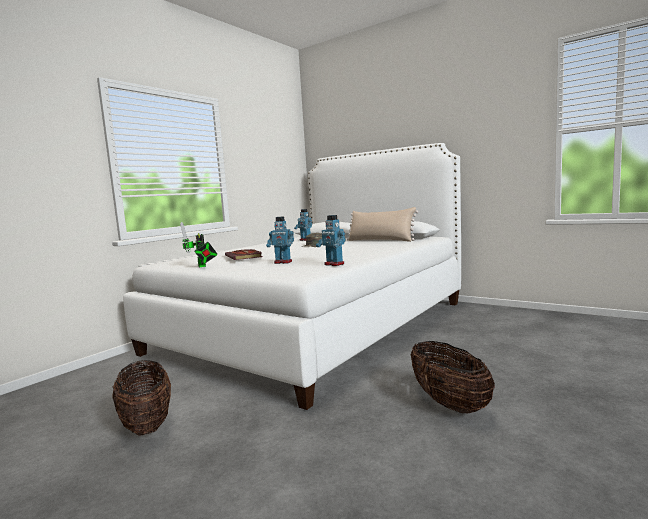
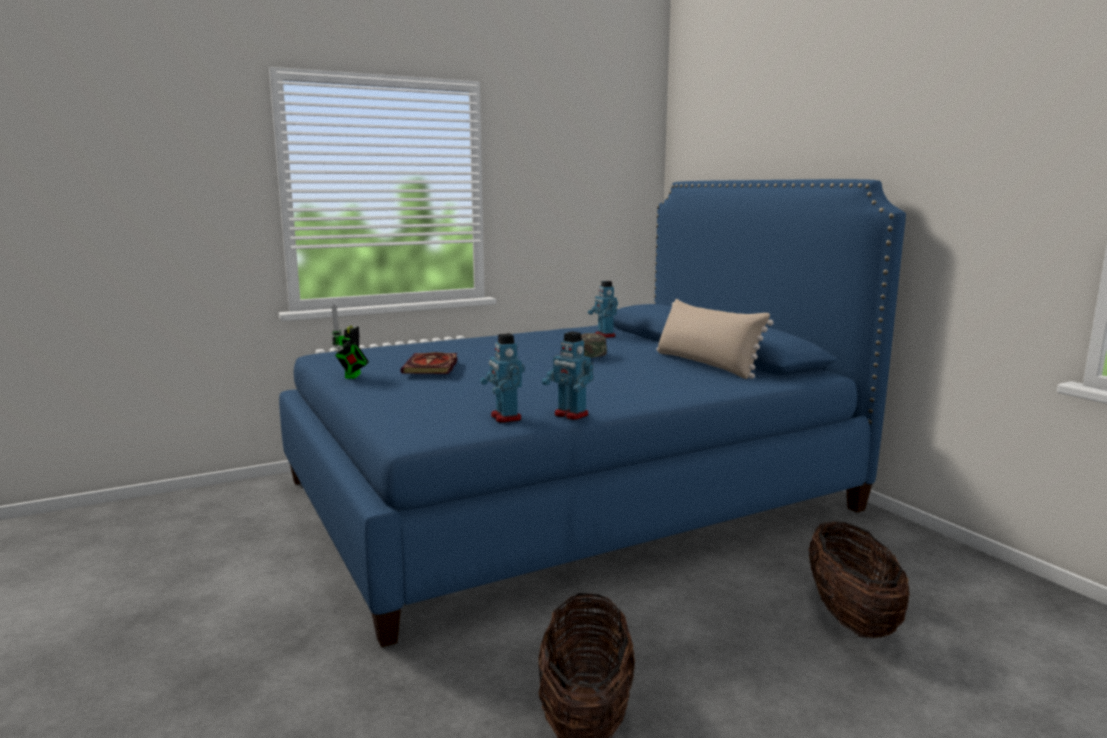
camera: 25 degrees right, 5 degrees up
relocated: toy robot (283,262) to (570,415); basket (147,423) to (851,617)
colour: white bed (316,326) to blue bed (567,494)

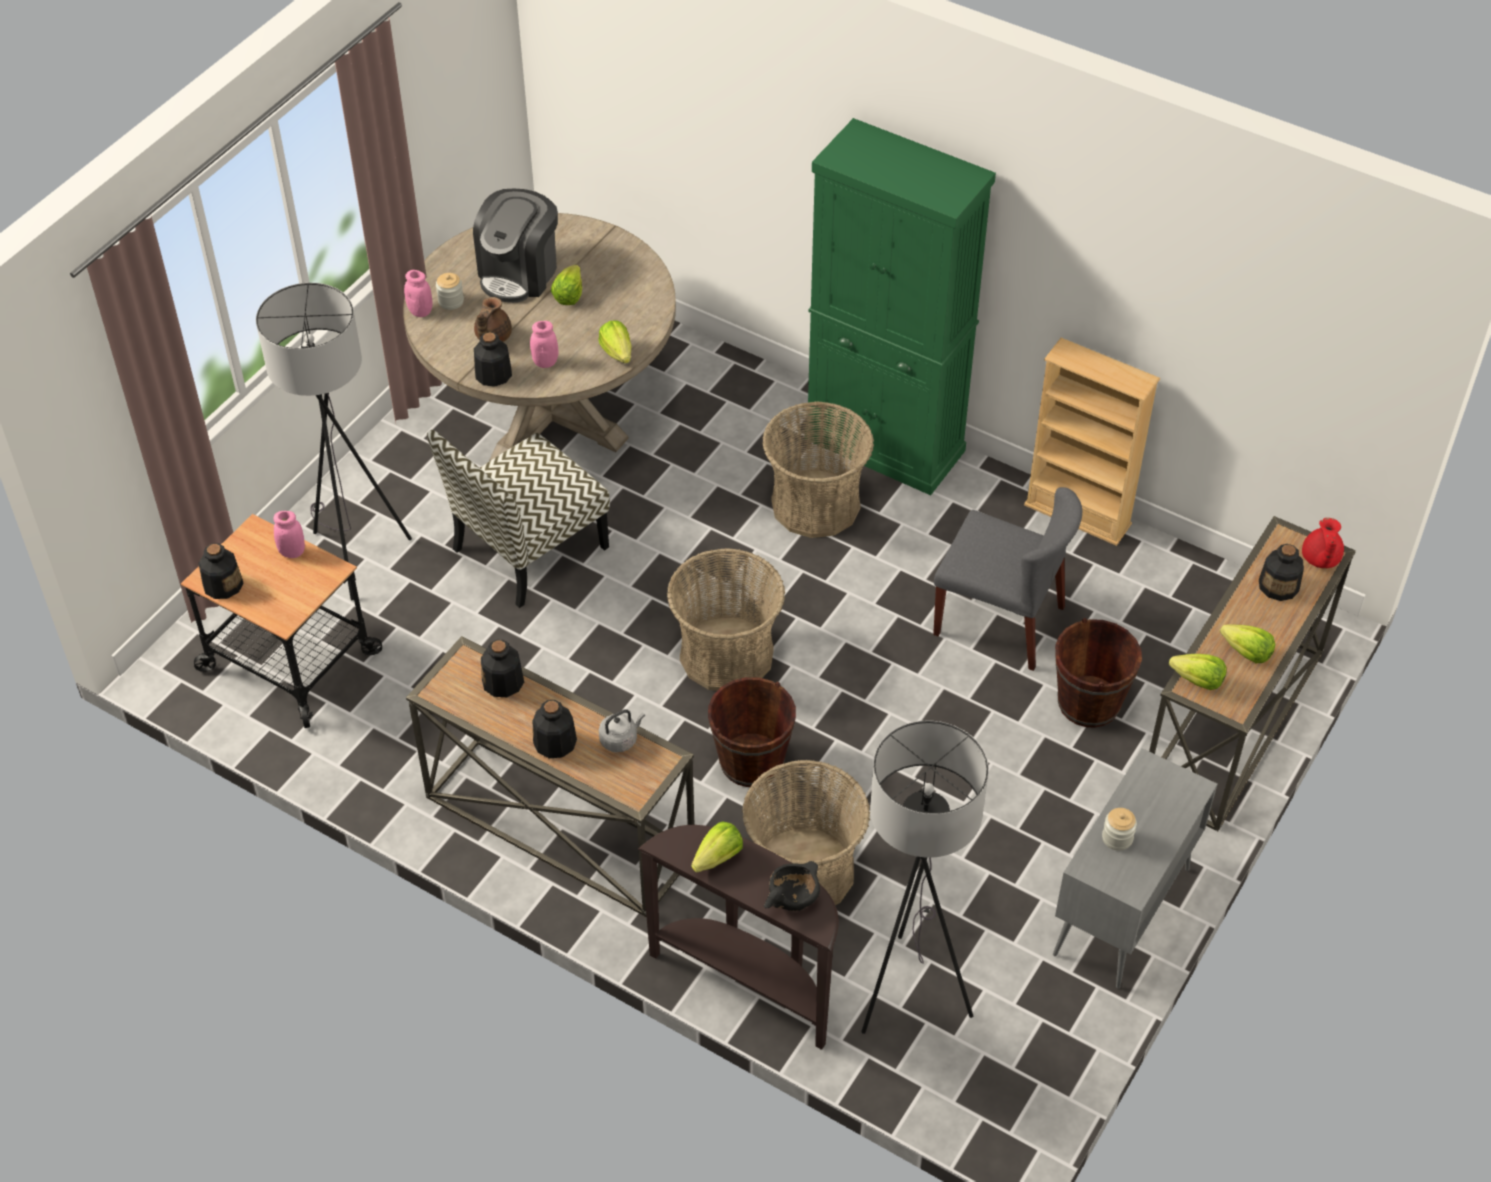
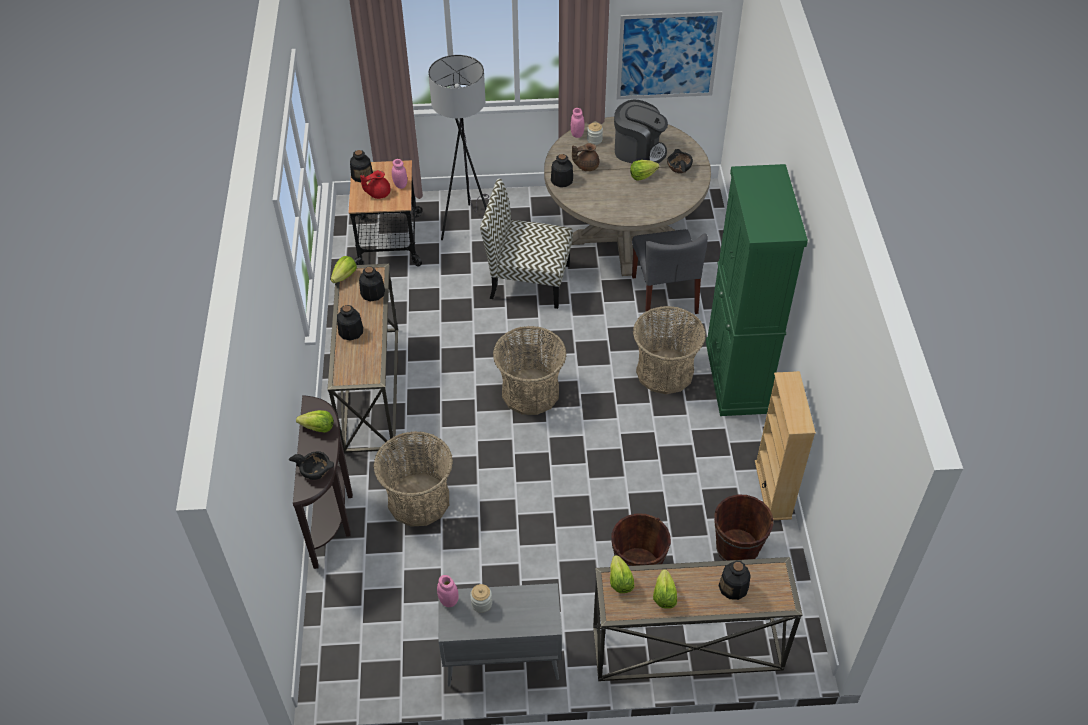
camera: 55 degrees right, 0 degrees up
missing: grey kettle (620,739); grey floor lamp (908,986)
appeared: picture (667,56); black bowl (679,167)
relocated: lettuce (617,352) to (345,276); red teapot (1320,559) to (378,193); pink jar (545,362) to (448,601); grey chair (1000,621) to (664,295); brown bucket (751,761) to (737,548)
spun: coffee machine (519,273) = (638,151) 150 degrees counterclockwise

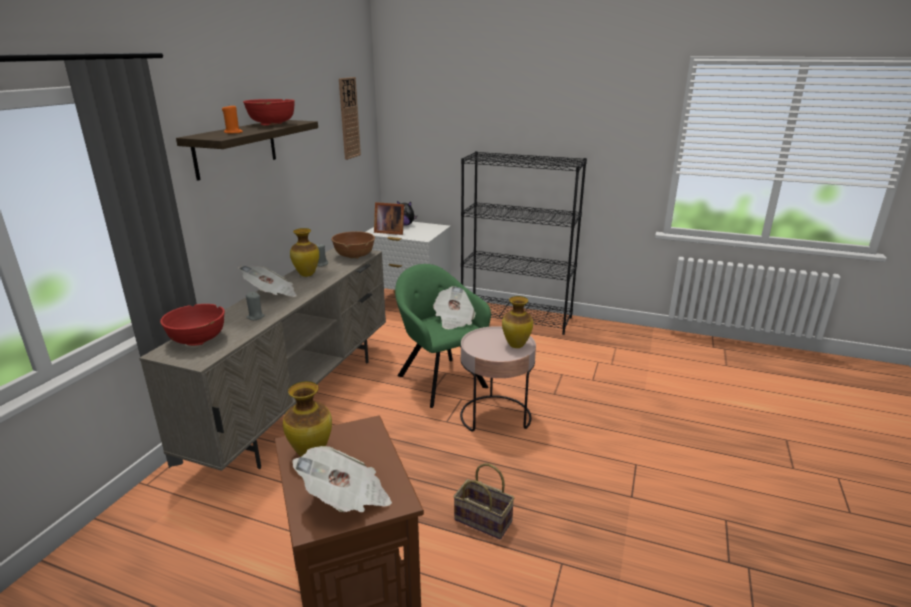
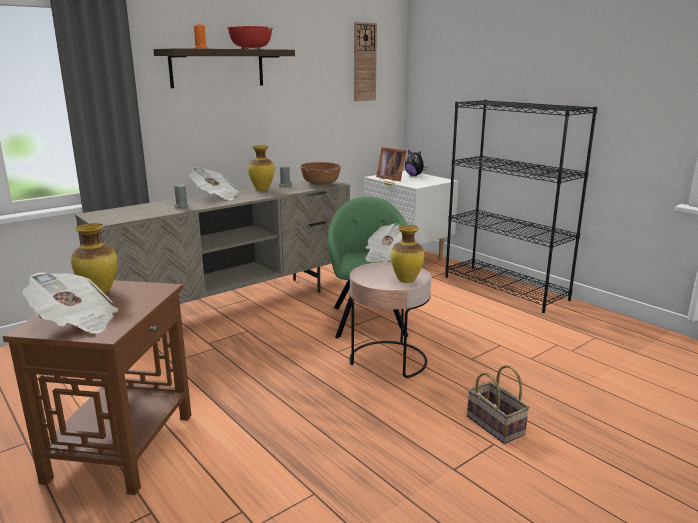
camera: 30 degrees right, 5 degrees down
missing: red bowl (197,339)
relocated: basket (485,520) to (497,426)

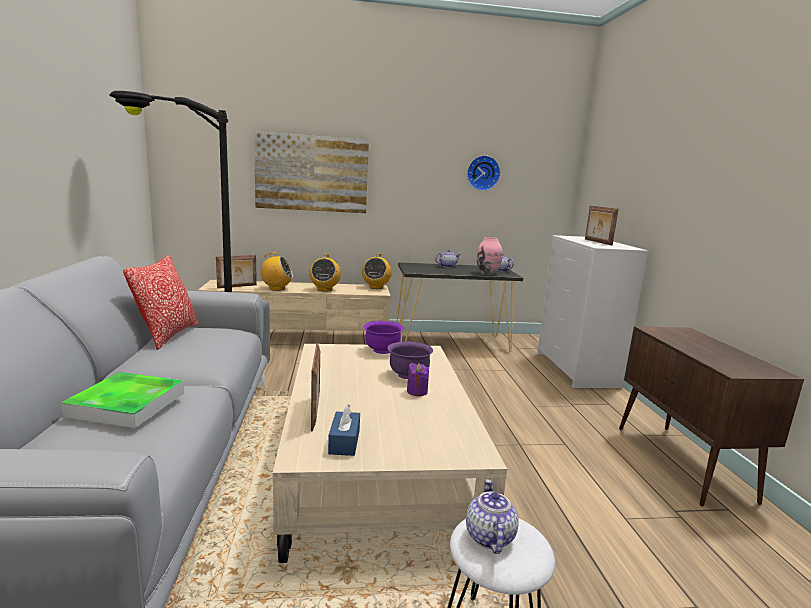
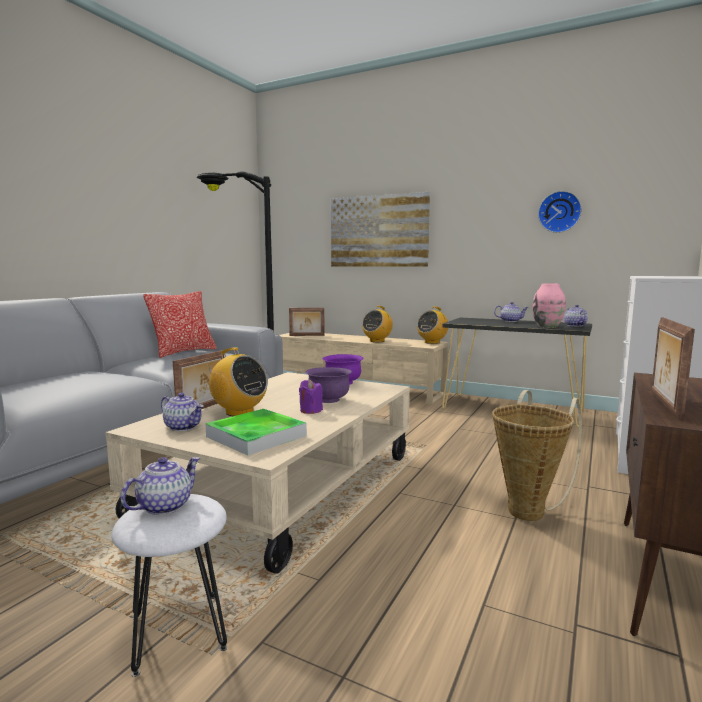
camera: 35 degrees right, 5 degrees down
appeared: basket (529,509)
relocated: radio (276,288) to (239,412); tray (127,404) to (256,436); picture frame (597,242) to (664,405)
exchanged: blue tissue box (344,442) to teapot (183,427)

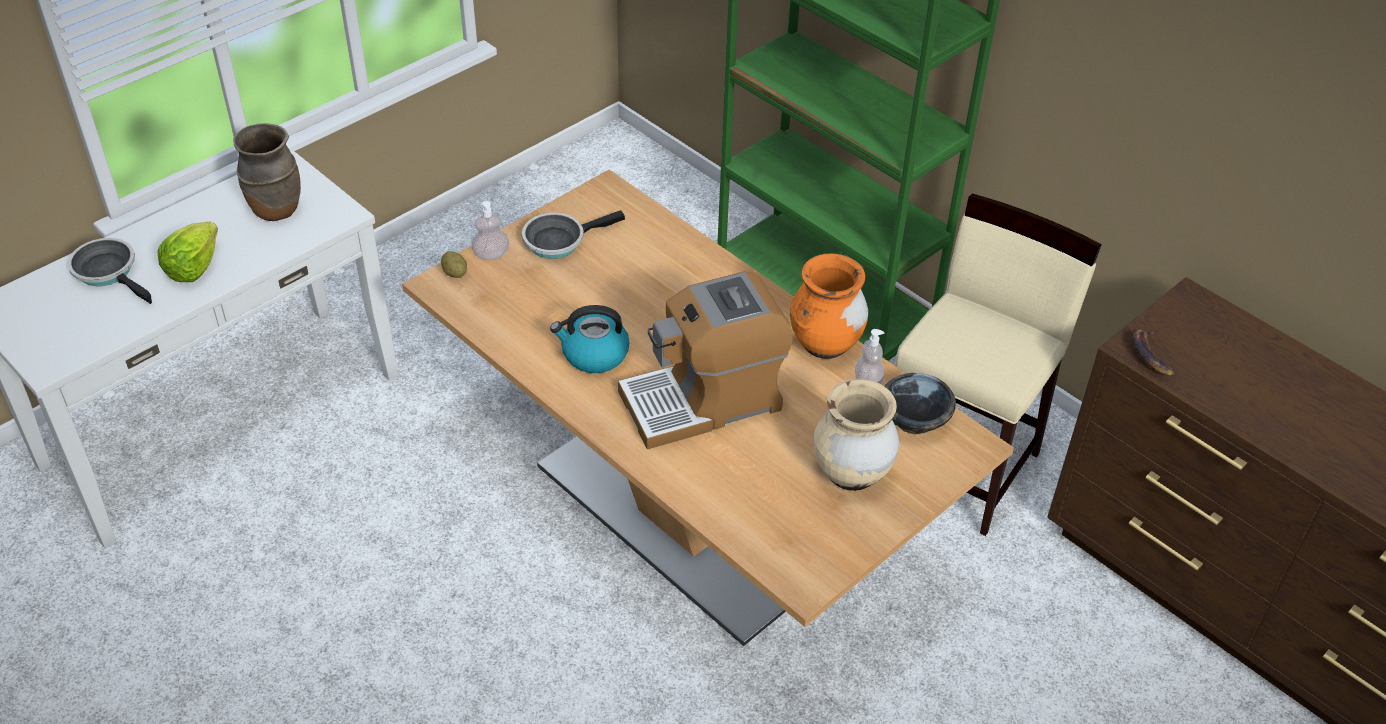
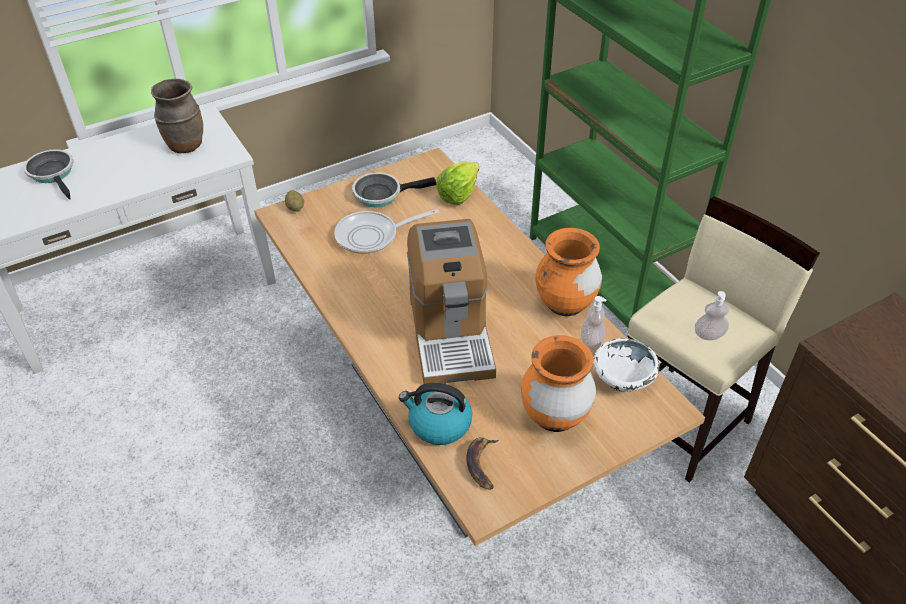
camera: 15 degrees right, 0 degrees up
appeared: frying pan (372,236)
relocated: kettle (594,355) to (438,424); lettuce (193,267) to (458,194); banana (1149,355) to (482,464); soap dispenser (491,254) to (709,335)
colour: beige vase (851,473) to orange vase (554,416); black bowl (914,419) to white bowl (622,378)
spun: coffee machine (703,400) = (450,334) 90 degrees counterclockwise

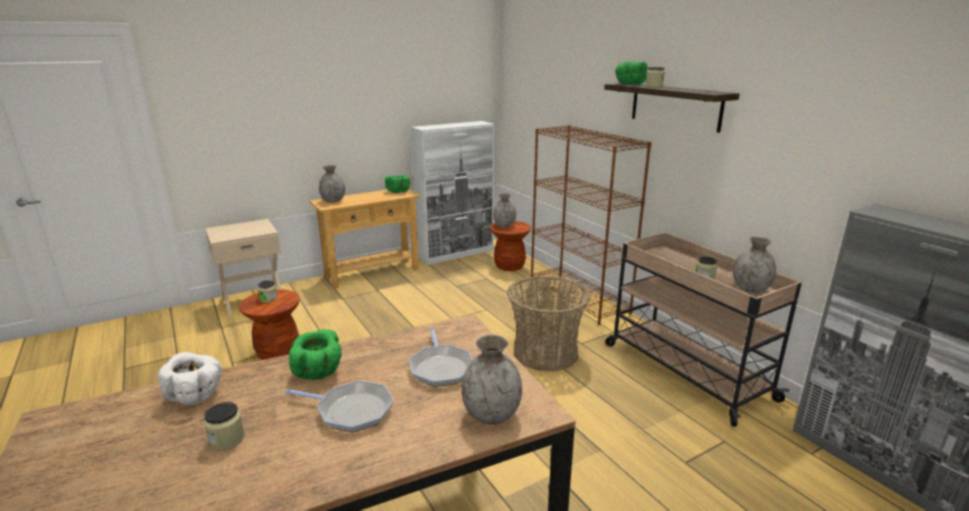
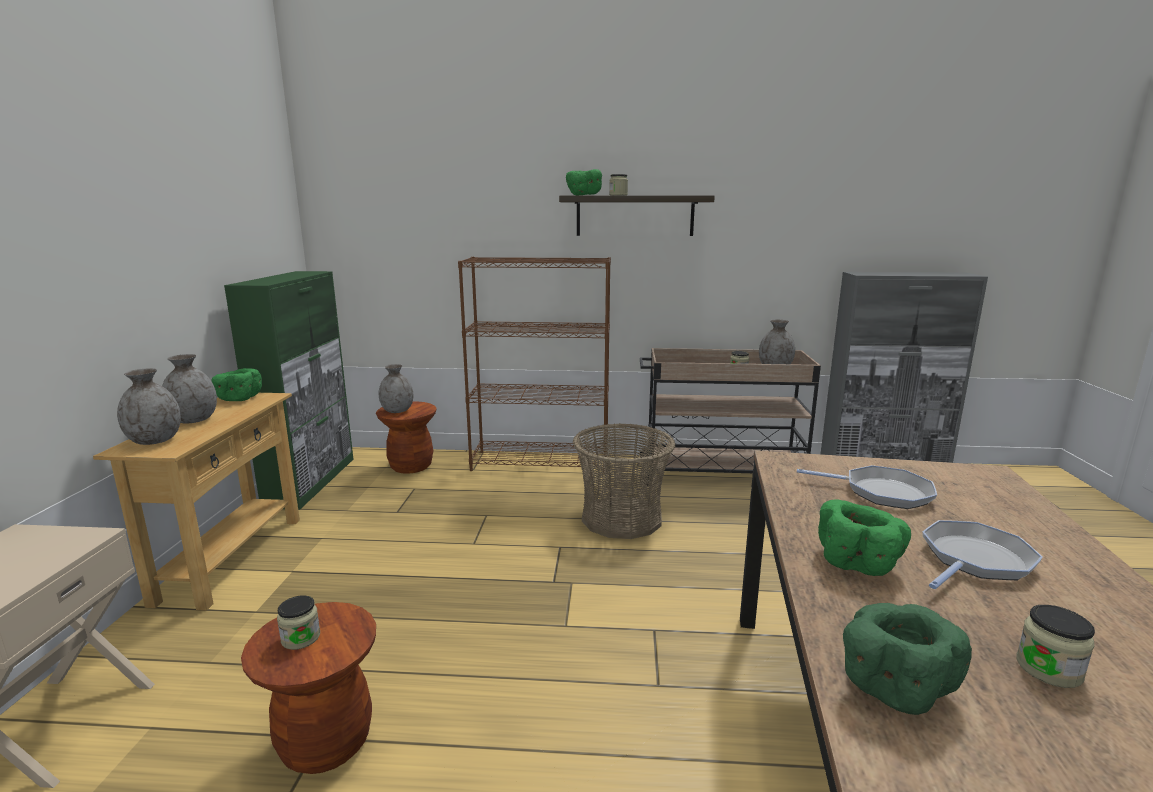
camera: 55 degrees left, 5 degrees down
relocated: grey vase (491,414) to (193,420)
colour: white cabinet (456,253) to green cabinet (311,481); white bowl (196,394) to green bowl (894,684)

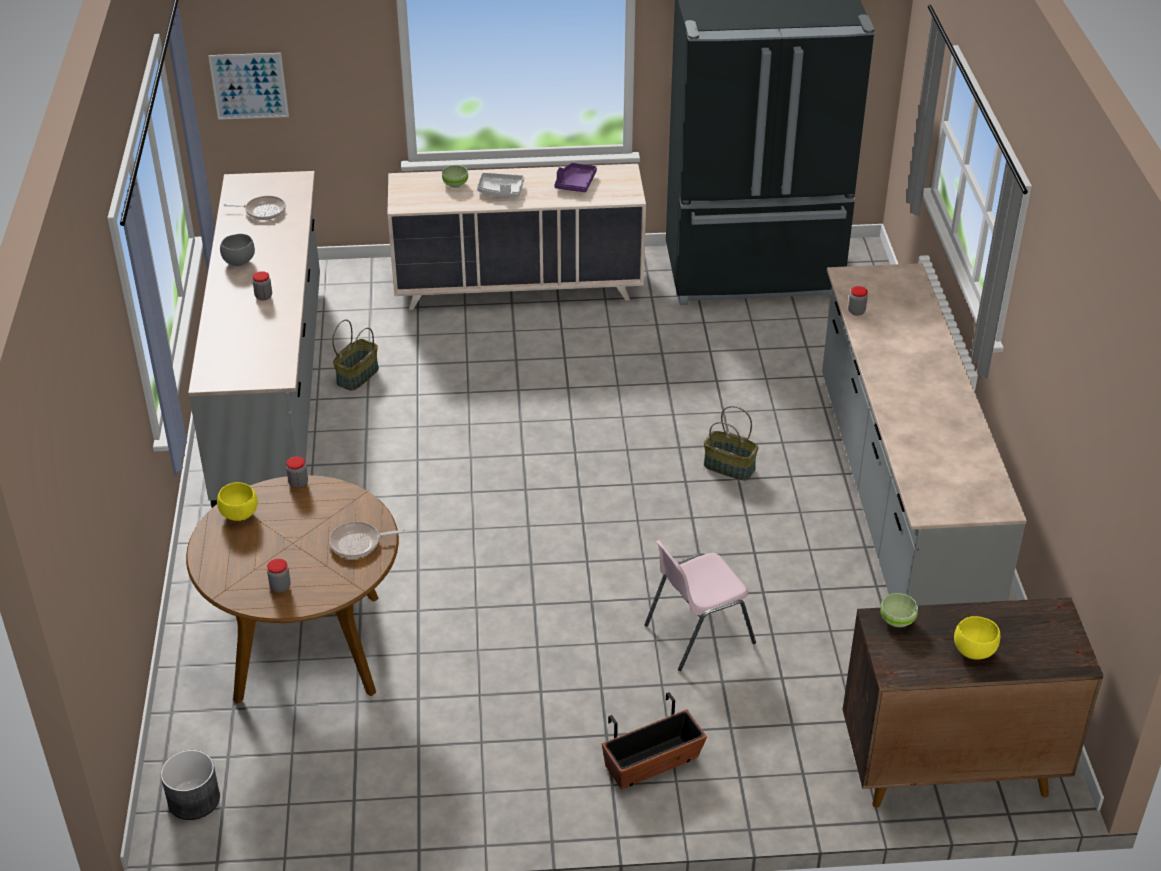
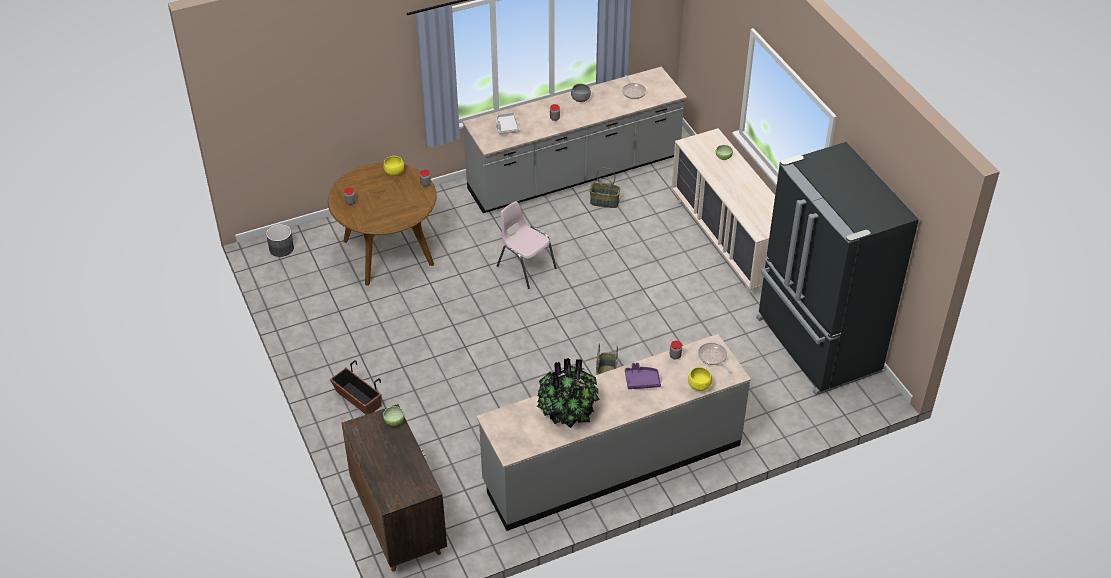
camera: 70 degrees right, 5 degrees up
missing: picture (249,86)
appeared: potted plant (568,411)
relocated: grey tray (501,191) to (506,127); pink chair (697,633) to (525,267); purple tray (575,183) to (642,381); yellow bowl (973,650) to (699,386); frying pan (358,543) to (713,357)

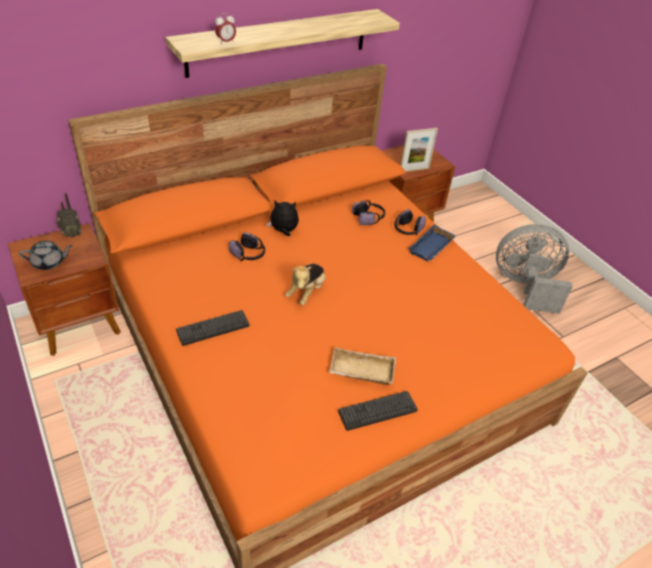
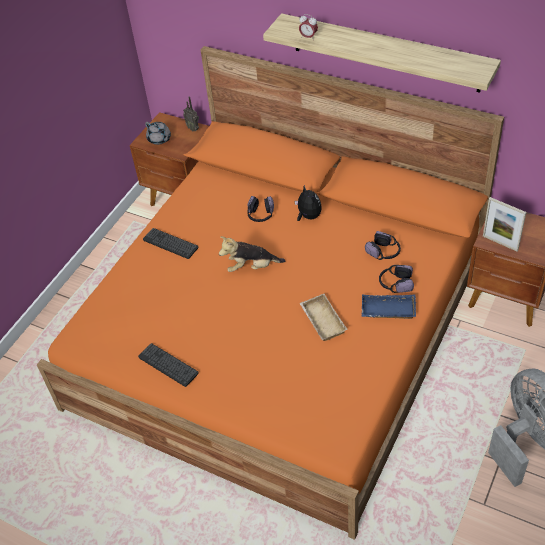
camera: 65 degrees right, 5 degrees up
relocated: beige tray (360,371) to (321,320)

